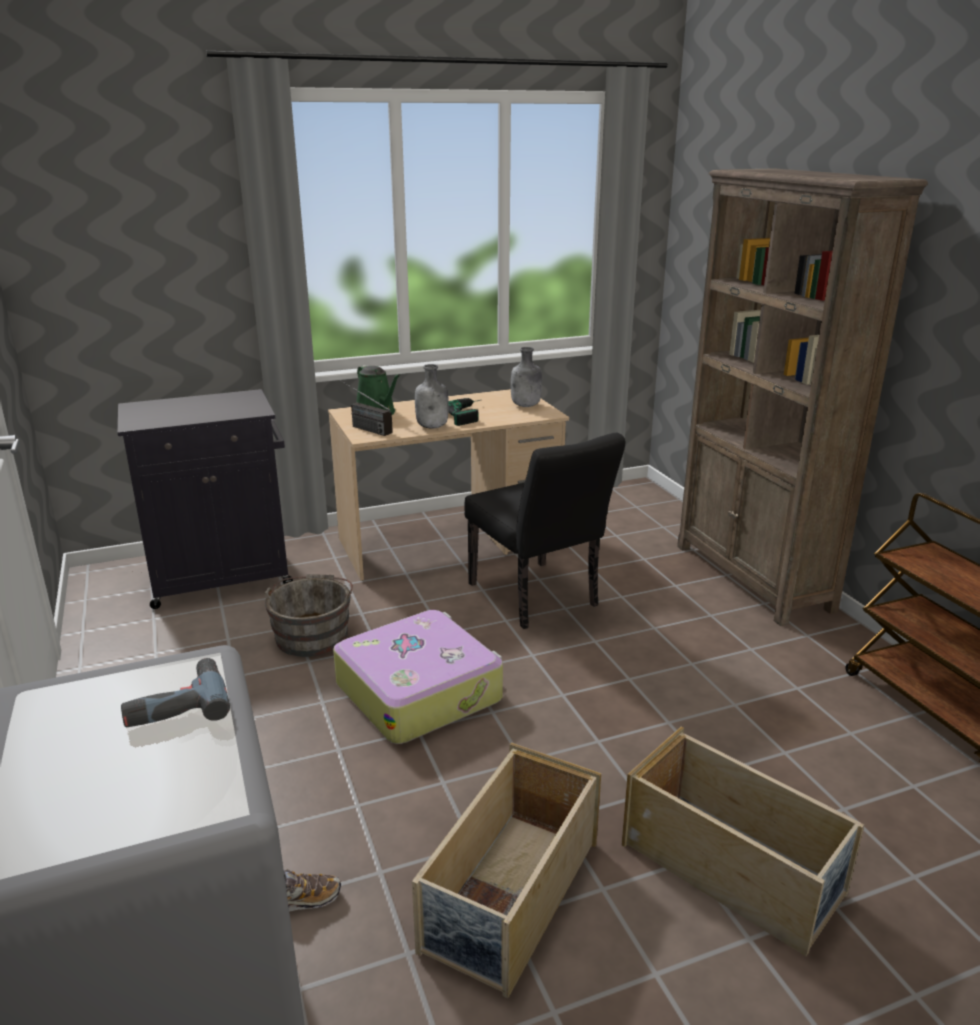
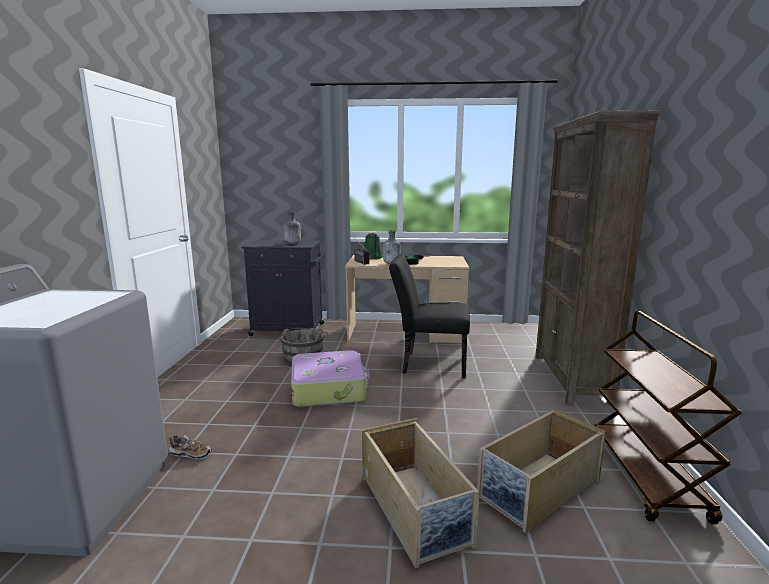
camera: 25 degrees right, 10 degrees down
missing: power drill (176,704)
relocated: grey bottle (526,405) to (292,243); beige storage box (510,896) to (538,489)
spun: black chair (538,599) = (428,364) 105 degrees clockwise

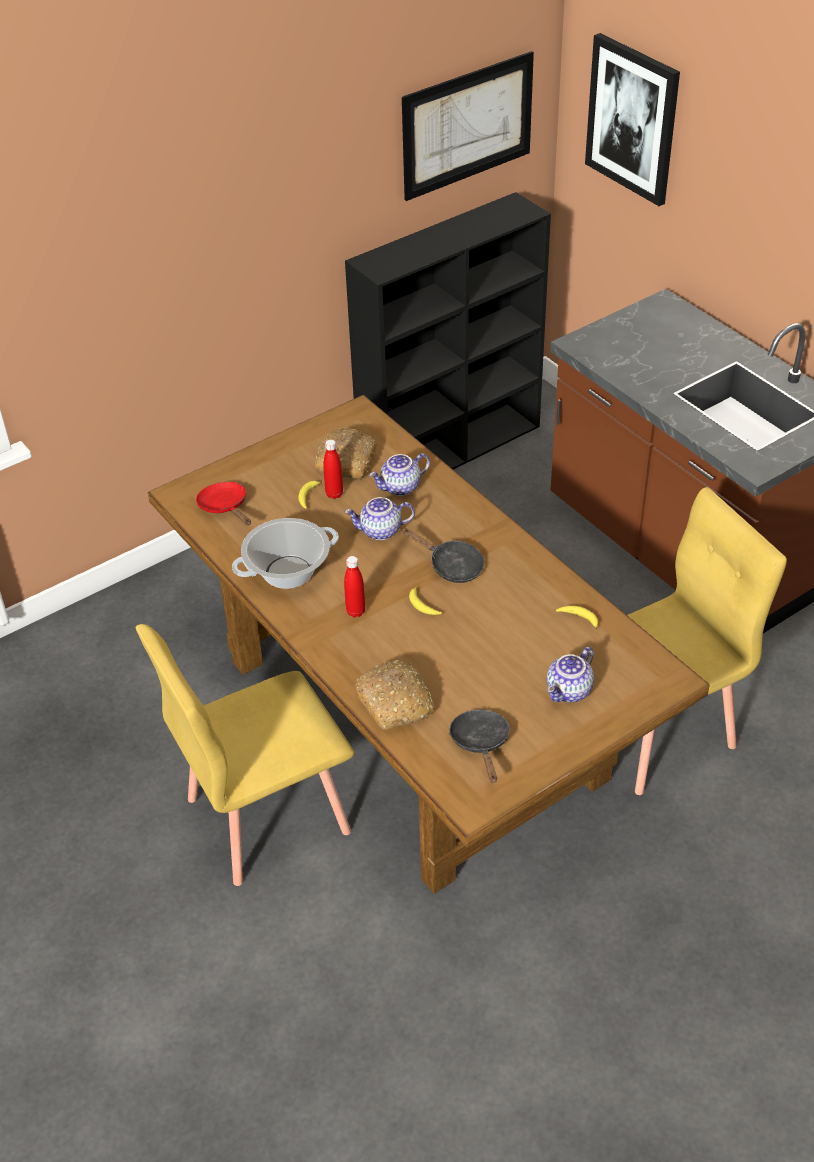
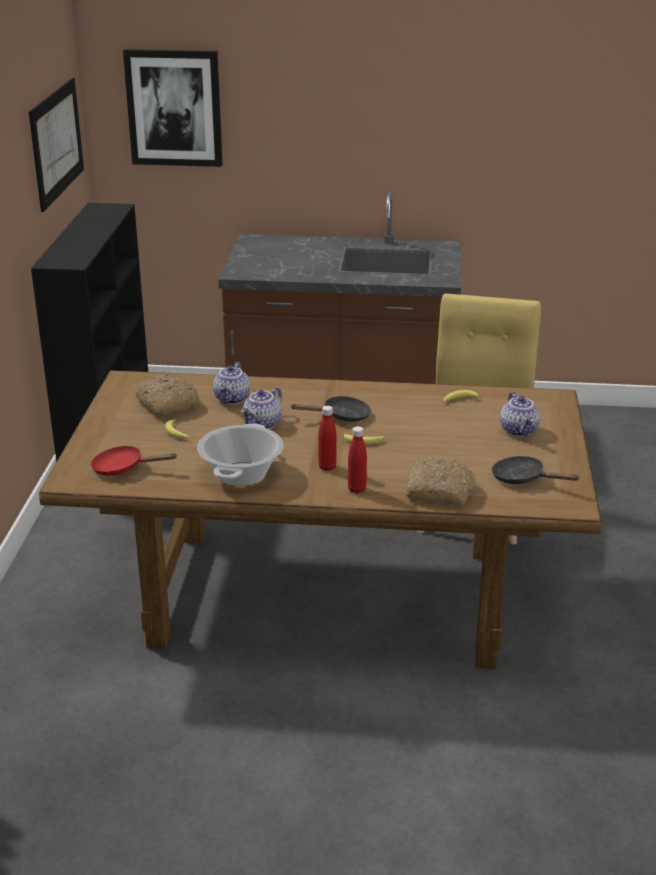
camera: 50 degrees left, 15 degrees down
missing: yellow chair (266,815)
relocated: red bottle (334,494) to (357,489)

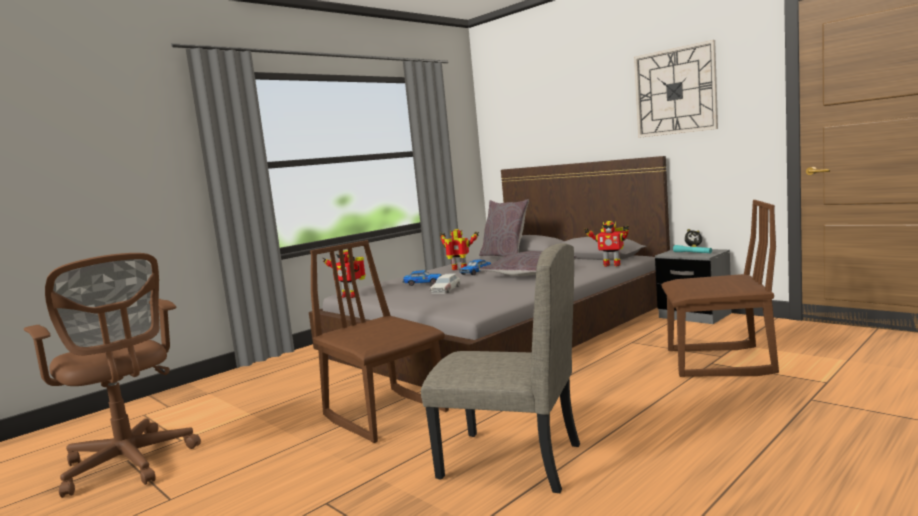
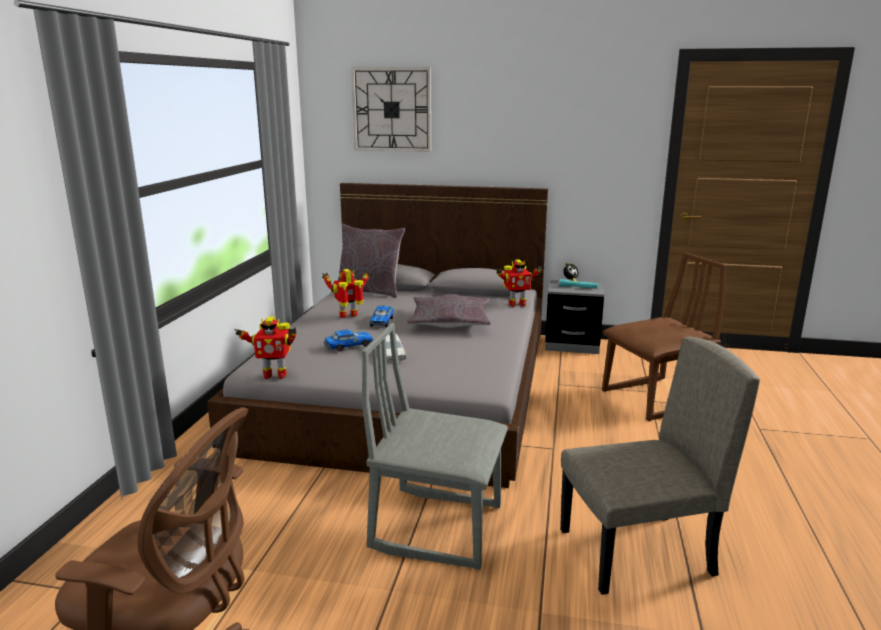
camera: 35 degrees left, 10 degrees up
relocated: wall clock (675,91) to (392,109)
colour: brown chair (386,414) to grey chair (437,526)

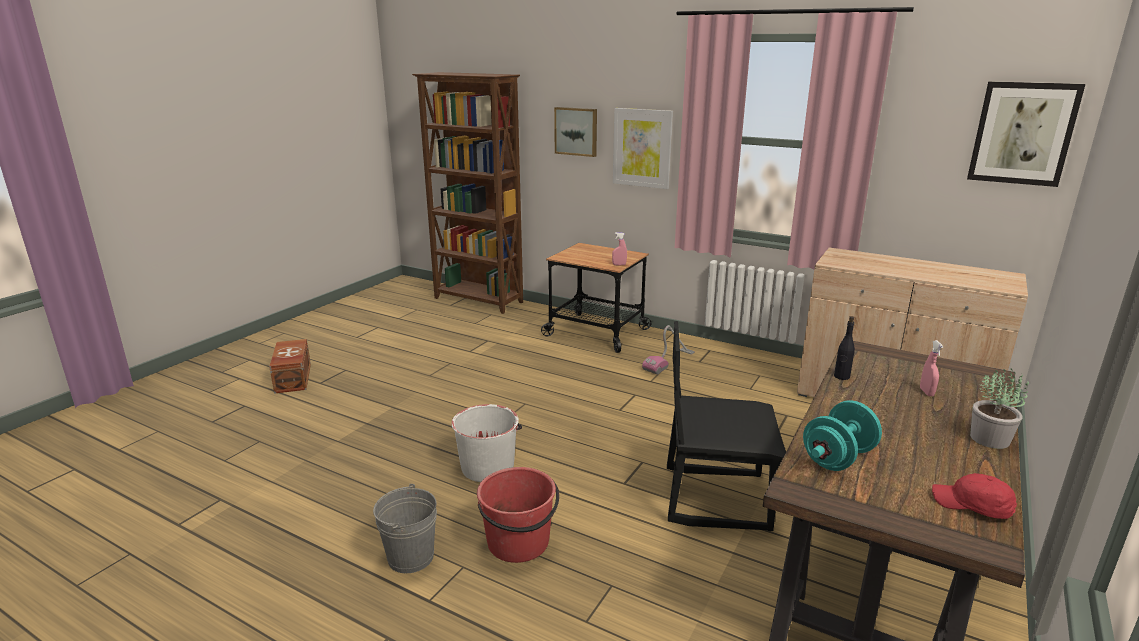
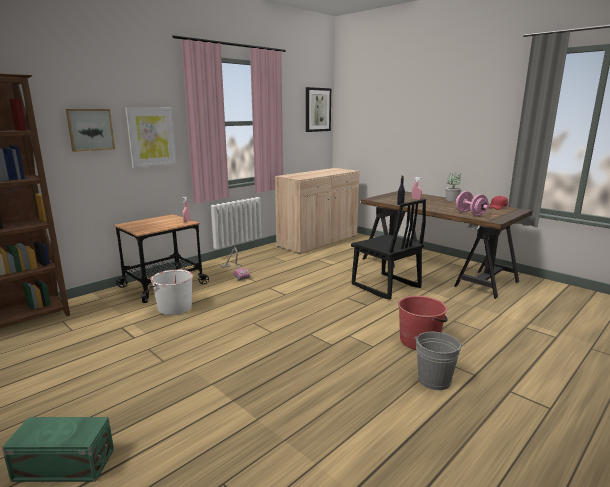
camera: 75 degrees left, 5 degrees down
relocated: white bucket (488,467) to (174,308)
colour: brown storage box (292,378) to green storage box (65,465); turquoise dumbbell (838,458) to pink dumbbell (470,213)
spun: black chair (716,497) = (385,287) 60 degrees counterclockwise

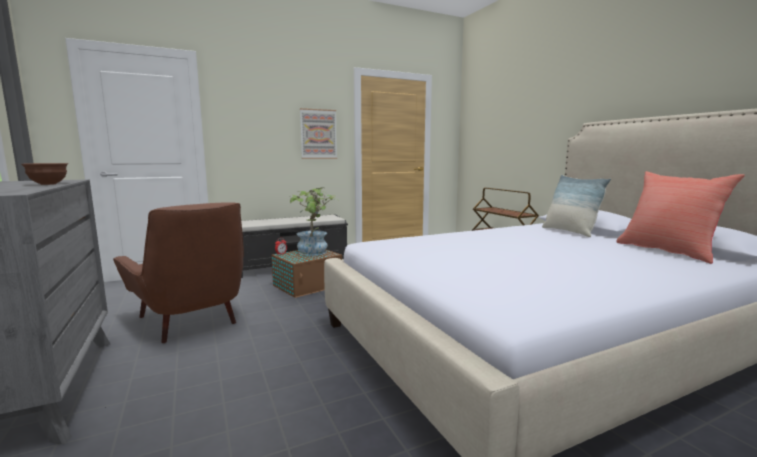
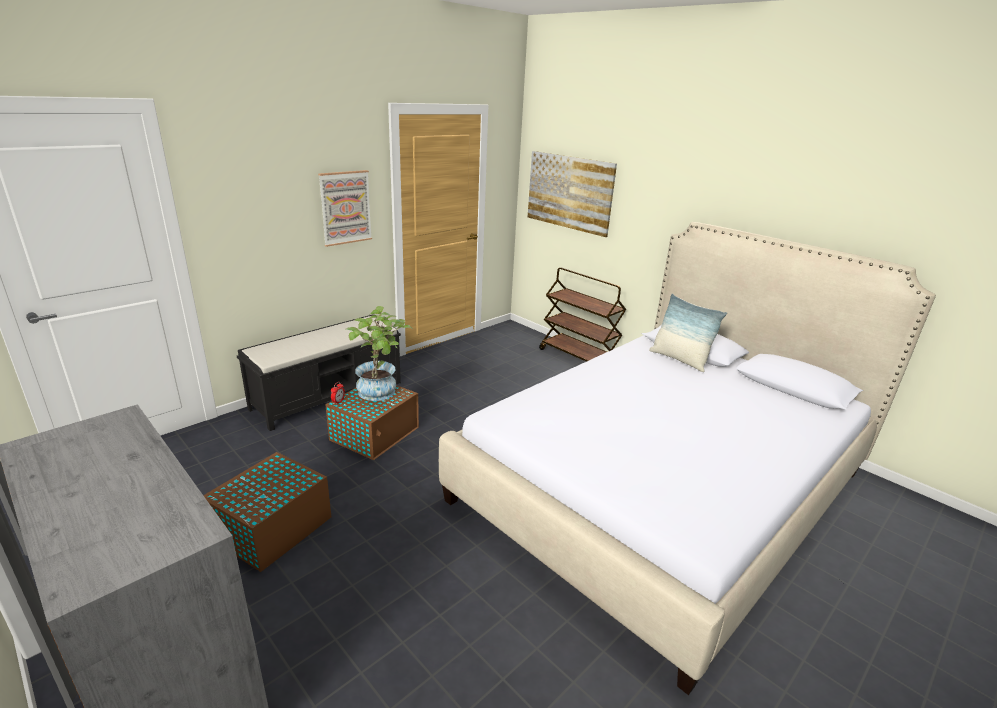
camera: 20 degrees left, 15 degrees up
missing: brown bowl (48,184); red pillow (668,251)
appeared: picture (569,192)
exchanged: brown armchair (192,322) to brown storage box (271,529)

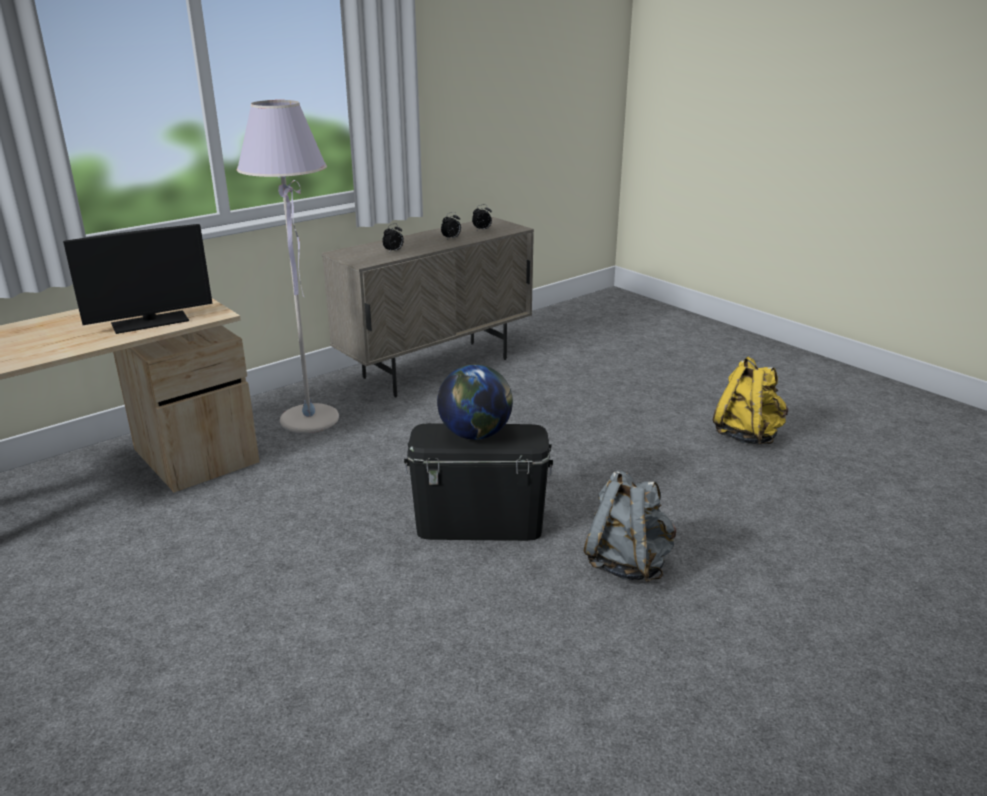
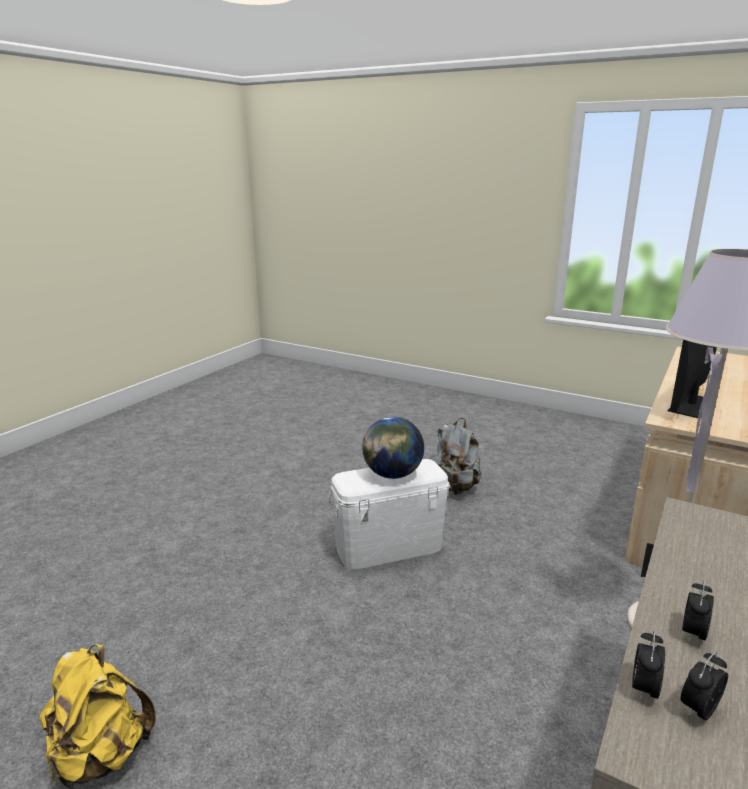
camera: 160 degrees right, 5 degrees down
relocated: grey backpack (627,564) to (453,487); alarm clock (394,251) to (643,688)
colour: black storage box (480,523) to white storage box (388,548)

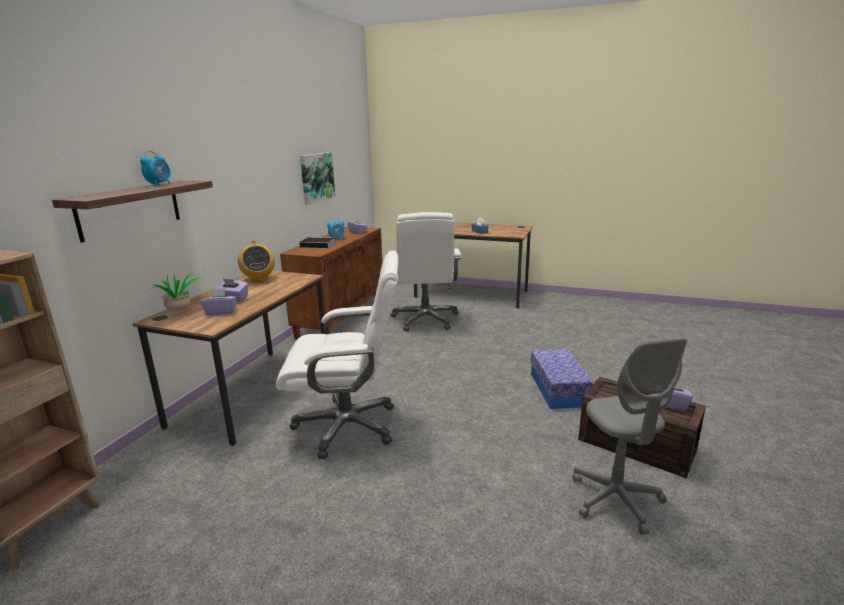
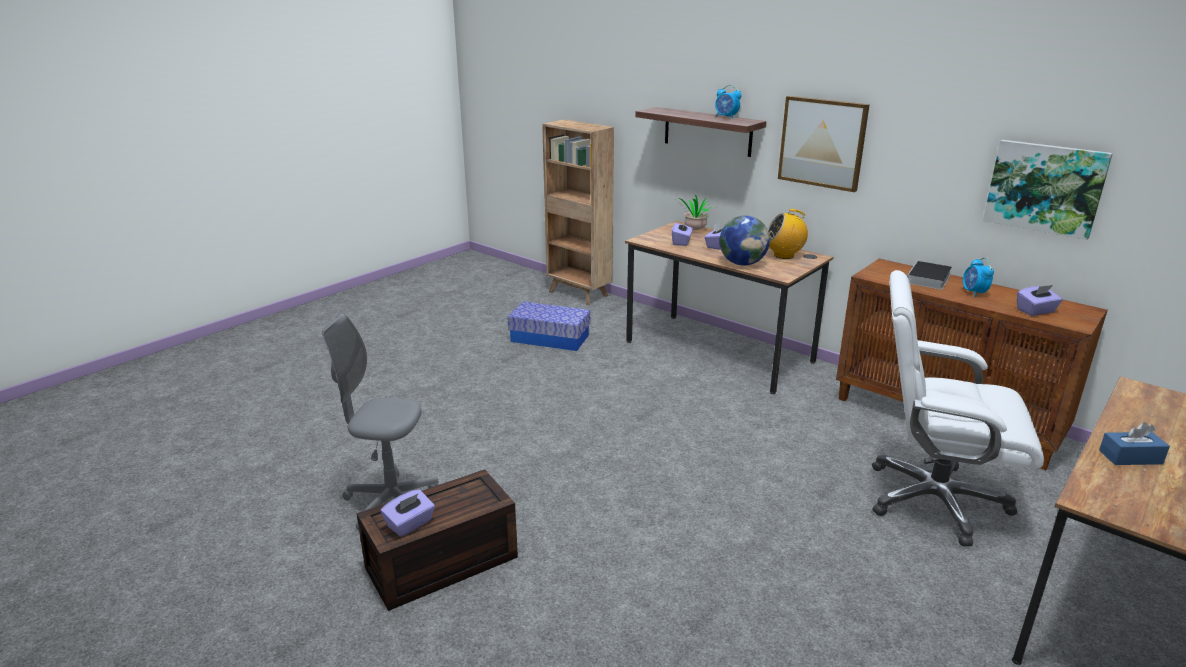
camera: 110 degrees right, 5 degrees up
missing: white office chair (348,426)
appeared: globe (742,263); picture (822,143)
relocated: storage box (557,389) to (550,338)

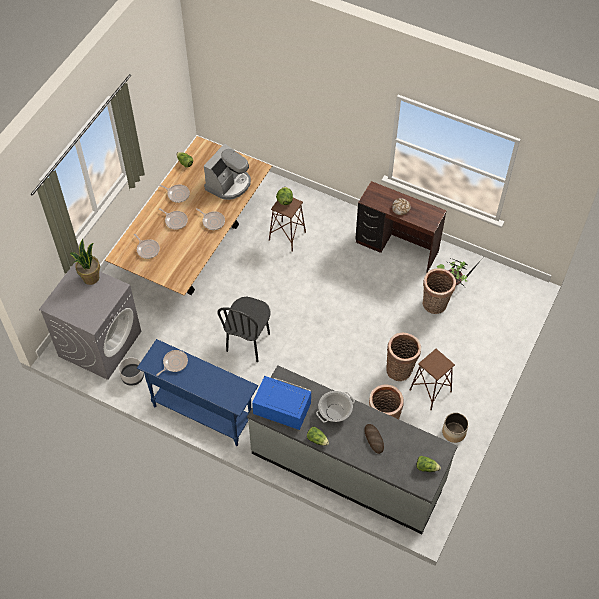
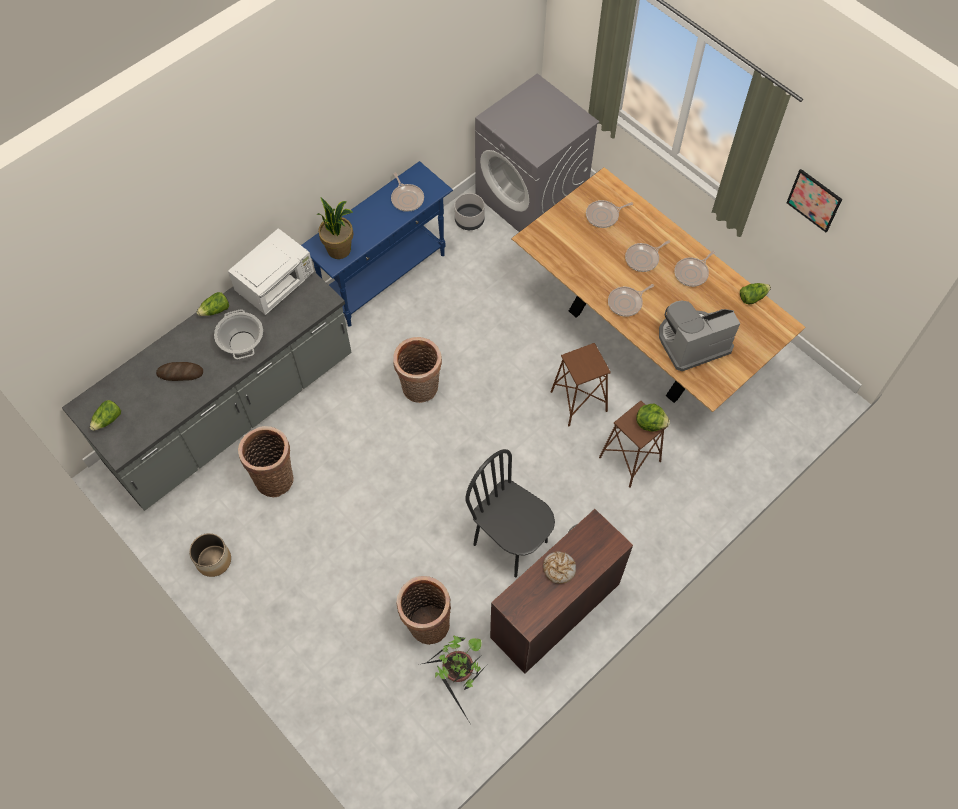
camera: 110 degrees right, 5 degrees up
appeared: picture (814,200)
relocated: potted plant (90,277) to (339,249); basket (400,369) to (420,389); black chair (248,342) to (511,542); brown stool (430,391) to (578,401)
colour: blue microwave (281,410) to white microwave (277,285)
spun: coffee machine (229,184) = (692,342) 105 degrees clockwise

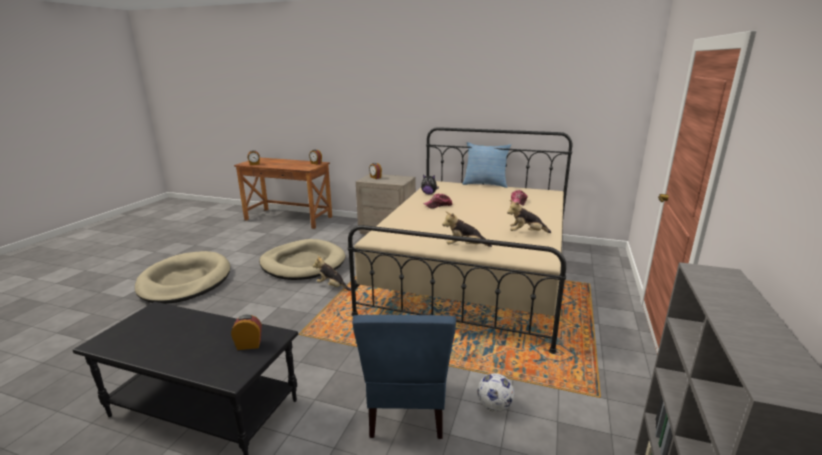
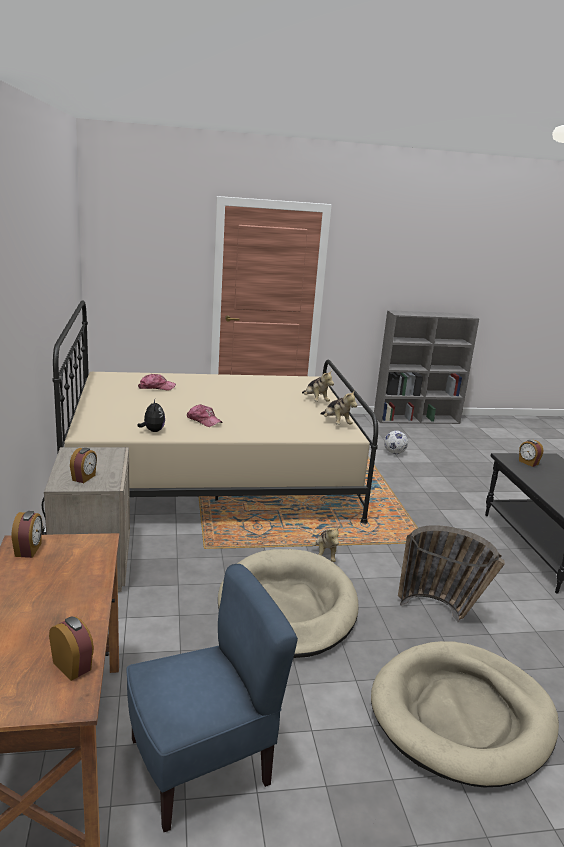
camera: 120 degrees left, 0 degrees up
missing: pillow (485,184)
appeared: basket (443,612)
relocated: blue chair (407,408) to (201,765); plush toy (526,233) to (336,423)

